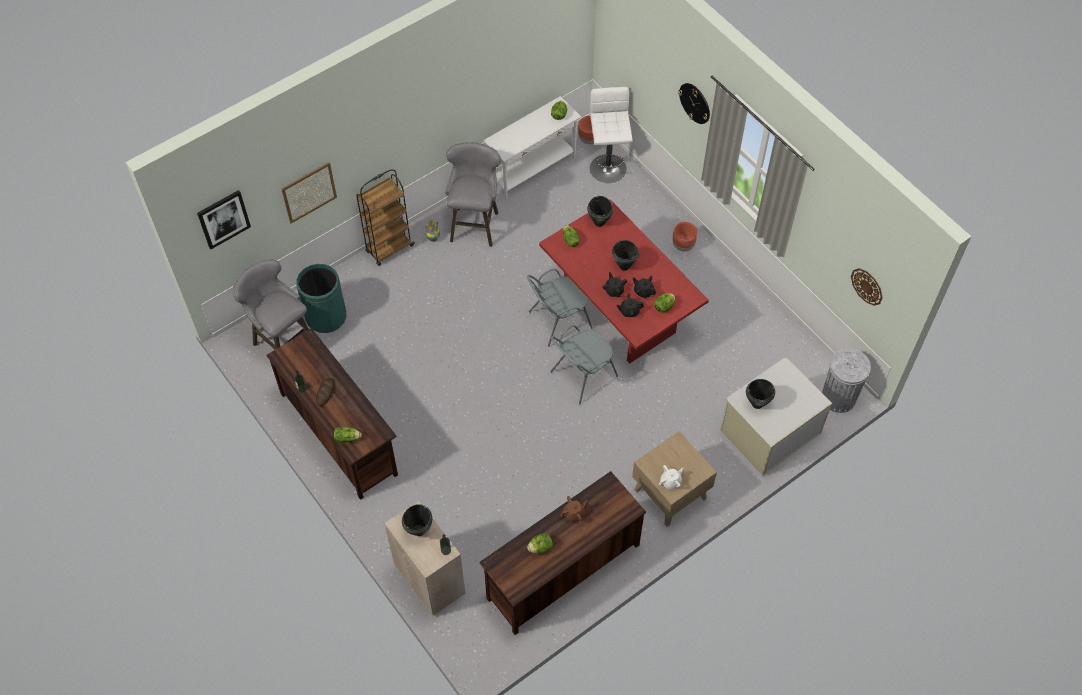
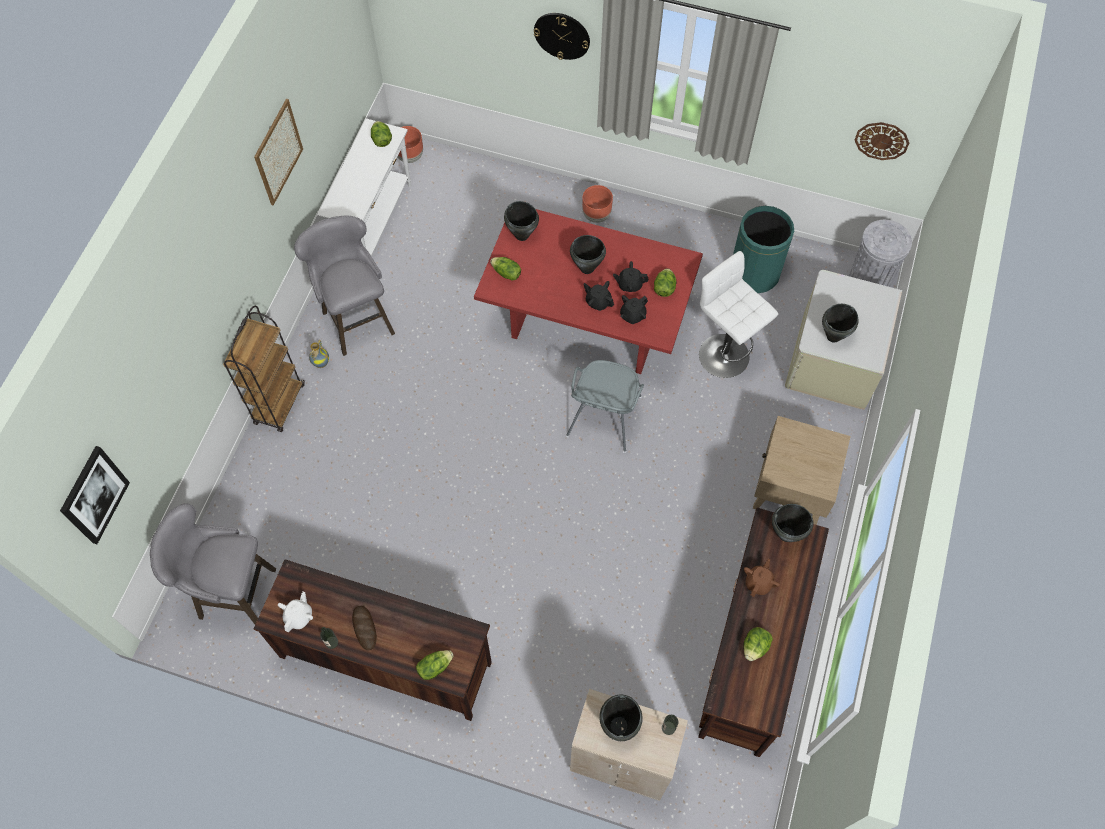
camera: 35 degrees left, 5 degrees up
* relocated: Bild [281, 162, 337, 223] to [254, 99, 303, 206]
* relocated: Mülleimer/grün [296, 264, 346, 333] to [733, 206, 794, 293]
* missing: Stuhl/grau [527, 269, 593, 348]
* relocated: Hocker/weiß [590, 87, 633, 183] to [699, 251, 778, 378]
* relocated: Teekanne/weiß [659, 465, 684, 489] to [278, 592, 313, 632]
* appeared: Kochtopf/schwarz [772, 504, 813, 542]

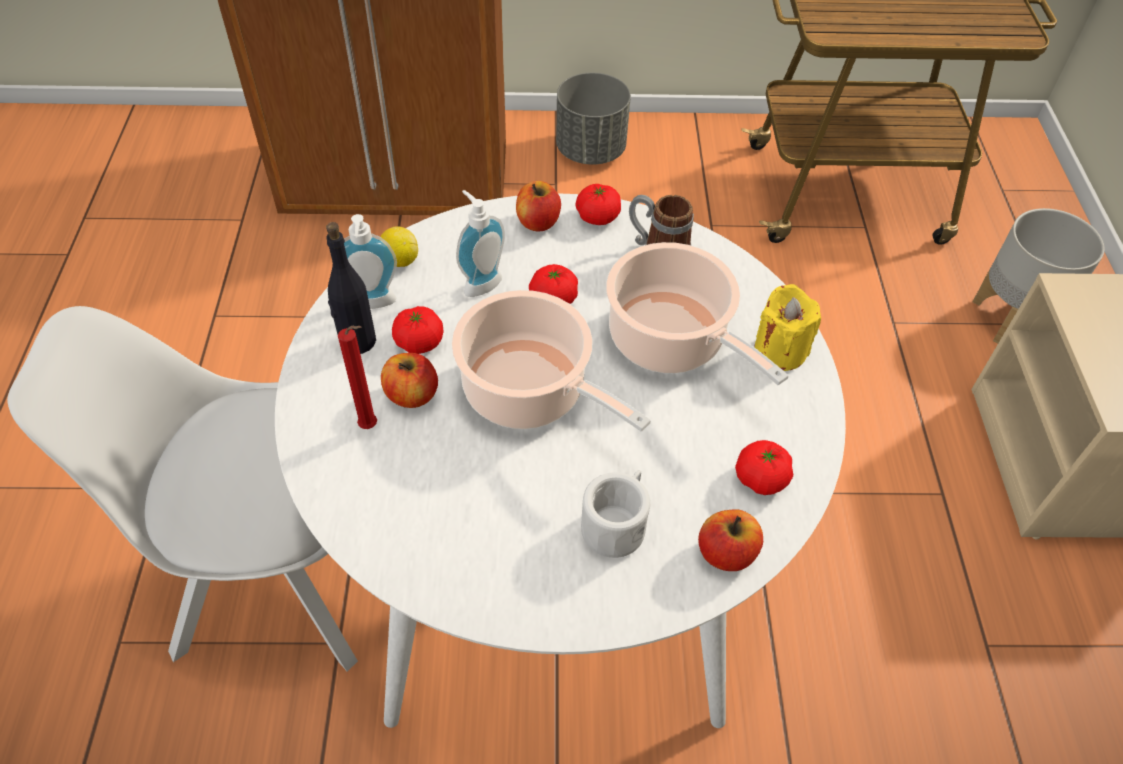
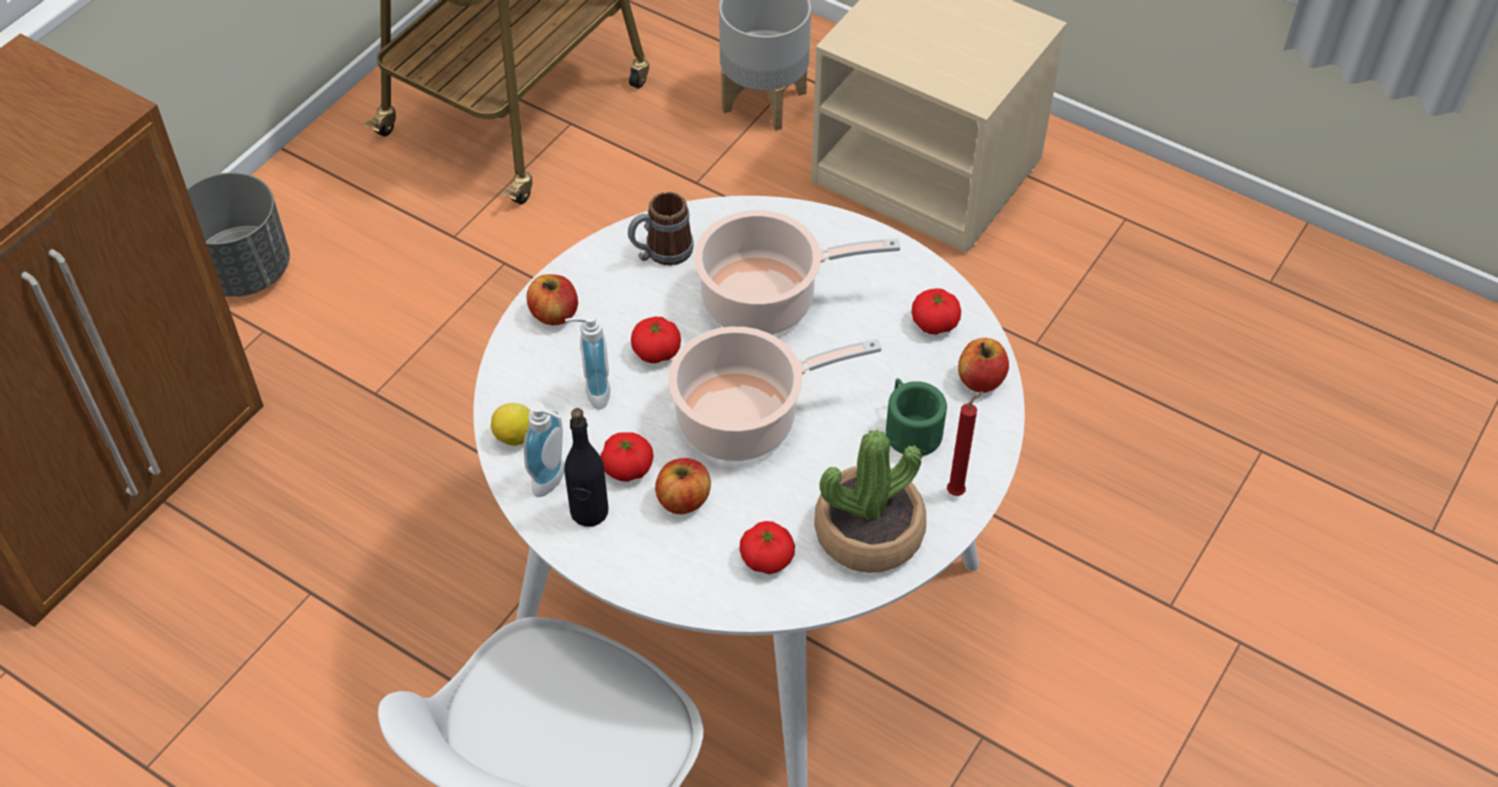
camera: 55 degrees left, 0 degrees up
* relocated: Kerze/rot [338, 326, 377, 429] to [947, 391, 983, 496]
* relocated: Tomate [576, 184, 621, 225] to [739, 521, 795, 574]
* colour: Henkelbecher/weiß [581, 470, 650, 558] to Henkelbecher/grün [886, 379, 947, 456]
* missing: Kerze/gelb [755, 284, 821, 371]
* appeared: Topfpflanze [814, 430, 926, 573]

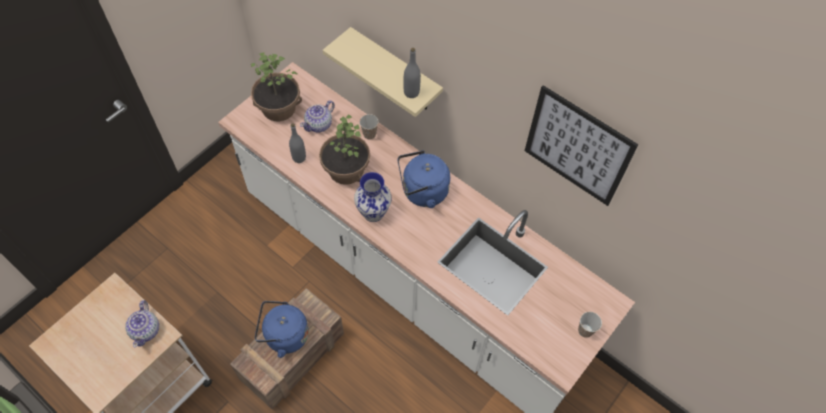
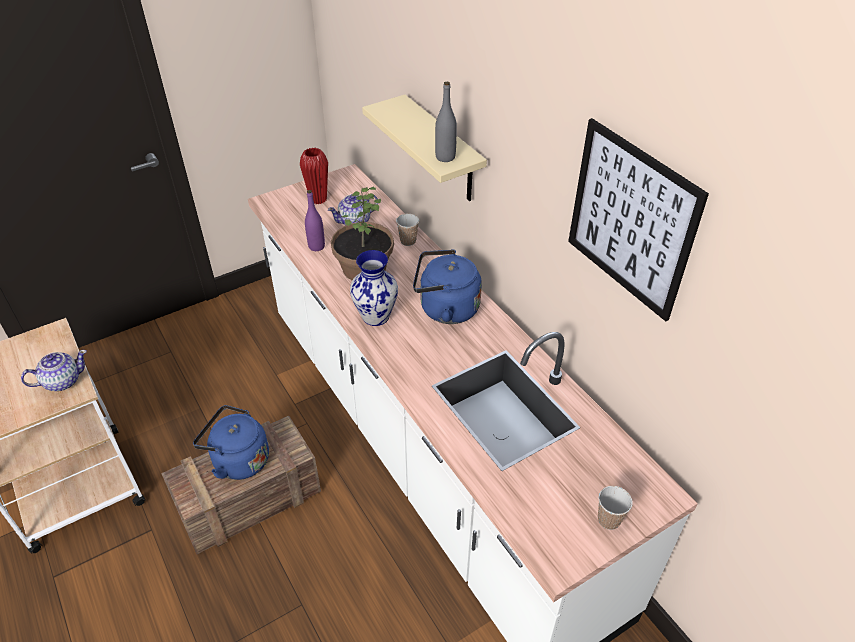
camera: 20 degrees right, 15 degrees down
* spun: Teekanne [125, 300, 159, 347] = [21, 350, 87, 391] 135 degrees counterclockwise
* exchanged: Topfpflanze [251, 53, 302, 122] to Vase/rot [300, 148, 328, 205]
* colour: Flasche/grau [289, 123, 306, 163] to Flasche/lila [305, 190, 325, 251]

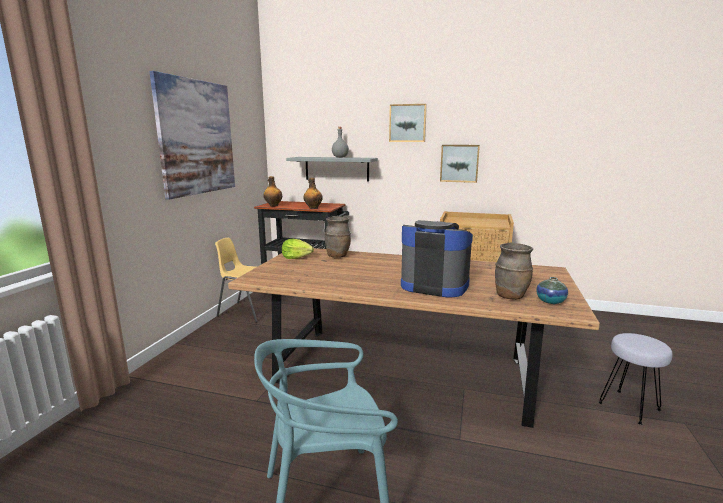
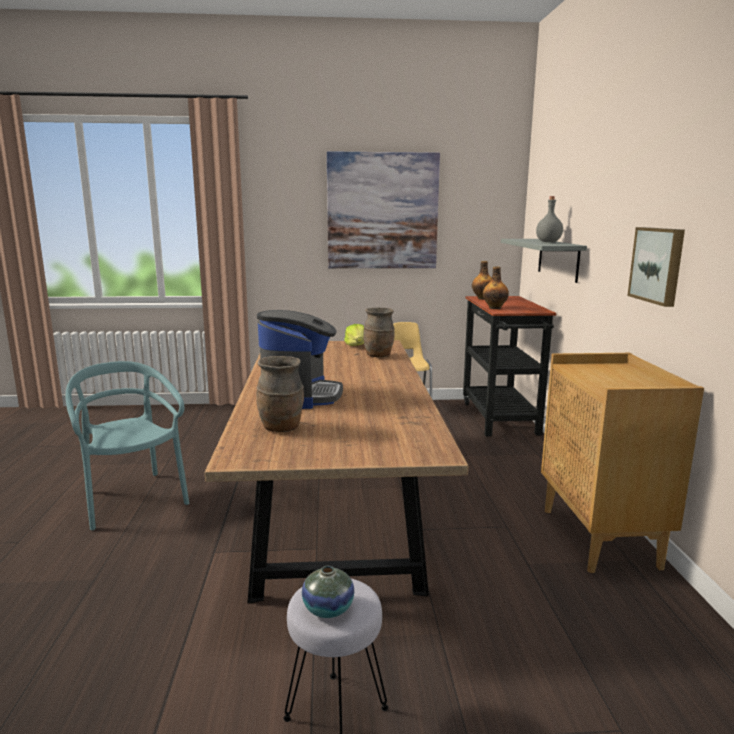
camera: 70 degrees right, 0 degrees up
* missing: Bild [389, 104, 427, 142]
* relocated: Vase [536, 277, 568, 304] to [302, 566, 354, 618]

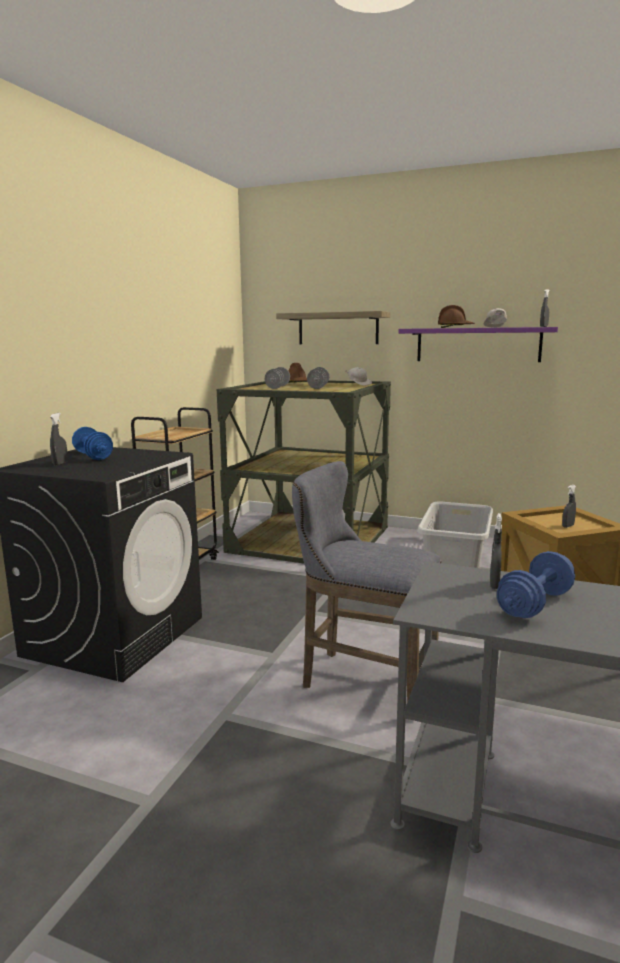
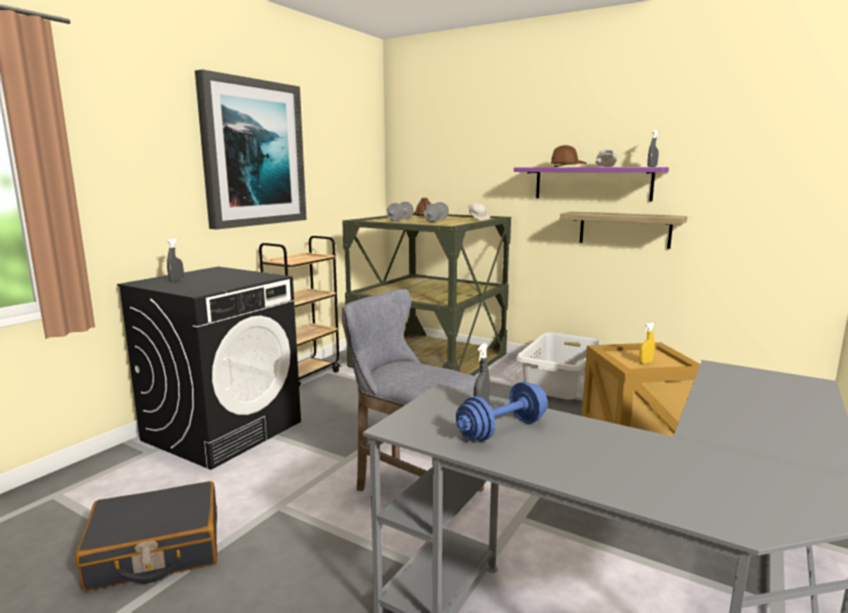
camera: 10 degrees right, 0 degrees up
* missing: Hantel/blau [72, 427, 113, 460]
* relocated: Wandregal [276, 311, 390, 344] to [560, 212, 687, 249]
* colour: Sprühflasche/grau [562, 485, 576, 528] to Sprühflasche/gelb [639, 322, 655, 364]
* appeared: Koffer/schwarz [75, 481, 217, 591]
* appeared: Bild [195, 69, 307, 230]

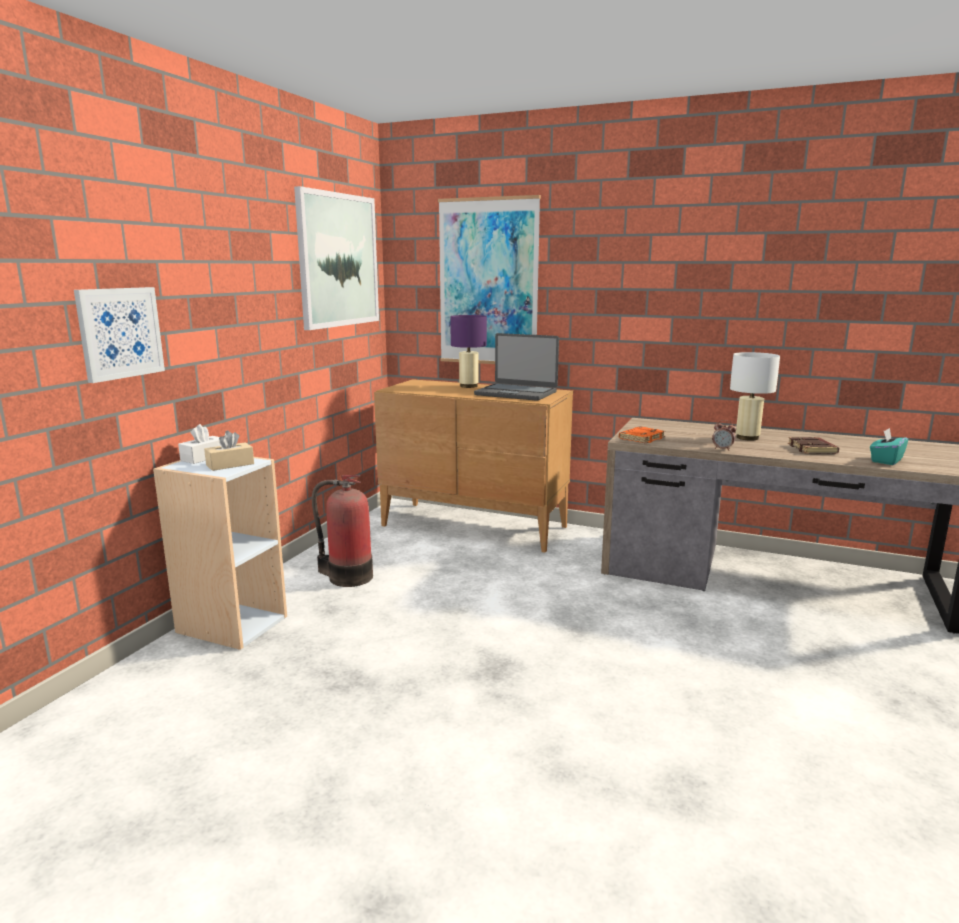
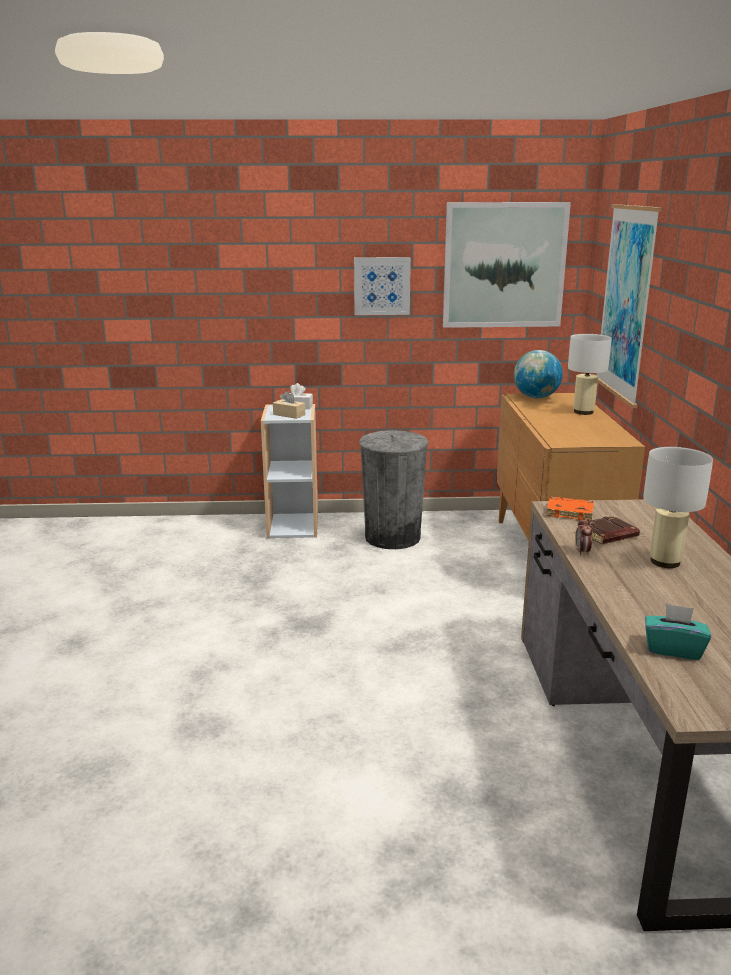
camera: 65 degrees right, 5 degrees up
* relocated: Bild [74, 287, 165, 383] to [354, 257, 411, 315]
* exchanged: Feuerlöscher [312, 475, 373, 587] to Mülleimer/grau [359, 430, 429, 549]
* colour: Tischlampe/lila [451, 315, 487, 388] to Tischlampe/weiß [568, 334, 611, 415]
* missing: Laptop [474, 333, 559, 401]
* relocated: Buch/braun [788, 437, 839, 454] to [577, 516, 640, 544]
* appeared: Globus [514, 350, 563, 398]

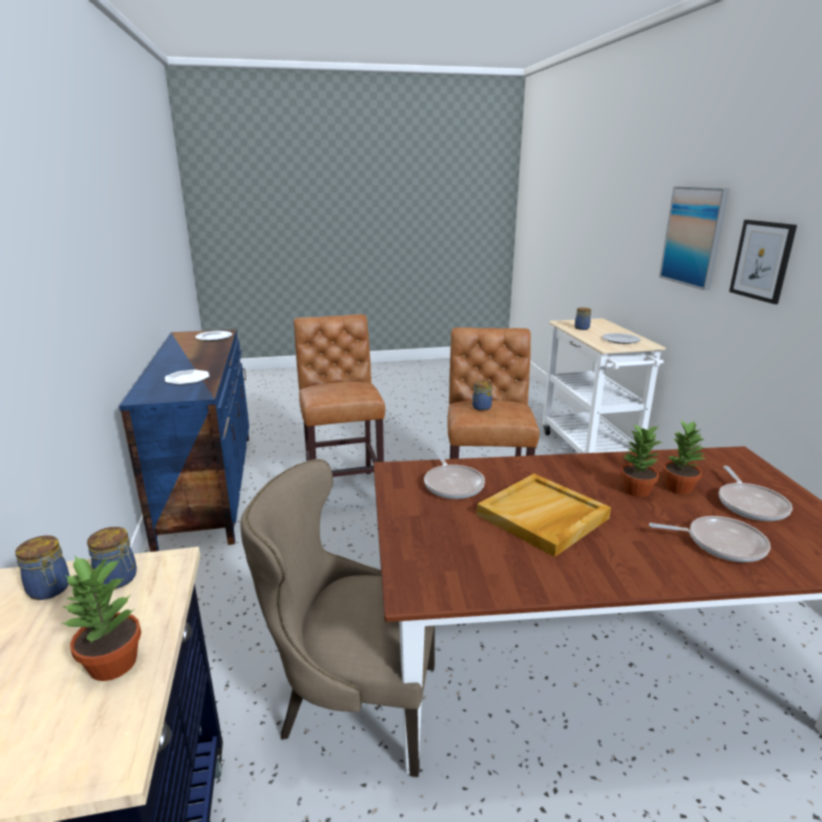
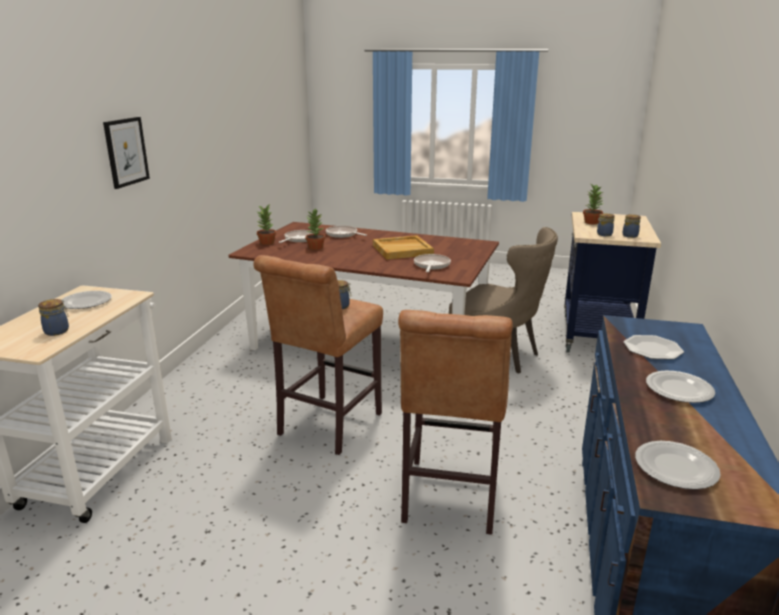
camera: 155 degrees left, 0 degrees up
* relocated: Topfpflanze [620, 423, 663, 497] to [257, 205, 276, 245]
* missing: Bild [659, 187, 730, 290]
* appeared: Teller [646, 370, 715, 403]

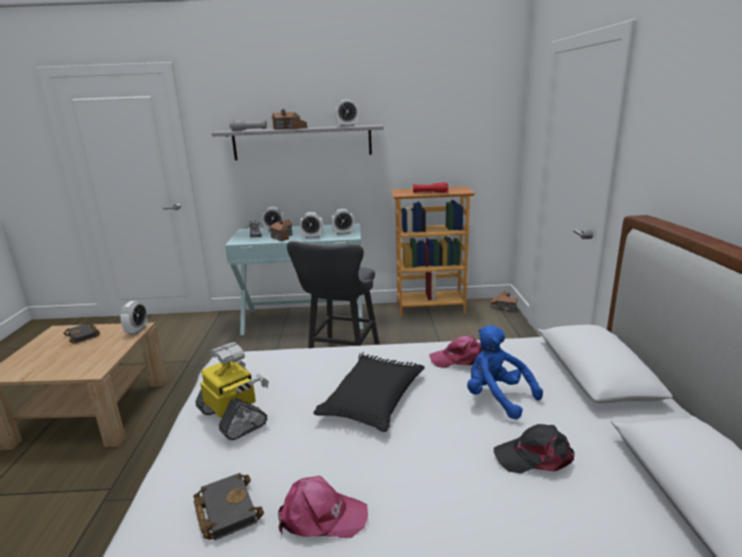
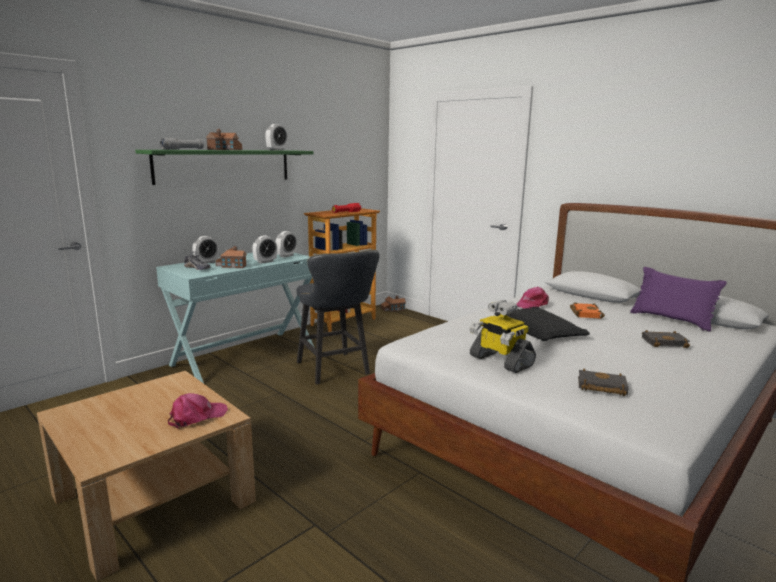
camera: 45 degrees left, 5 degrees down
* relocated: Buch/schwarz [63, 323, 100, 344] to [642, 330, 690, 348]
* missing: Wecker [120, 301, 147, 335]
* spun: Spielzeugroboter [195, 342, 269, 440] = [470, 300, 536, 373] 135 degrees counterclockwise
* colour: Wandregal/grau [211, 124, 384, 160] to Wandregal/grün [135, 150, 314, 185]
* relocated: Kappe/rosa [278, 476, 368, 538] to [168, 393, 228, 429]
* exchanged: Plüschtier/blau [467, 325, 543, 420] to Buch/orange [570, 302, 605, 319]
* missing: Kappe/schwarz [494, 424, 574, 474]
* appeared: Kissen/lila [630, 267, 727, 332]

